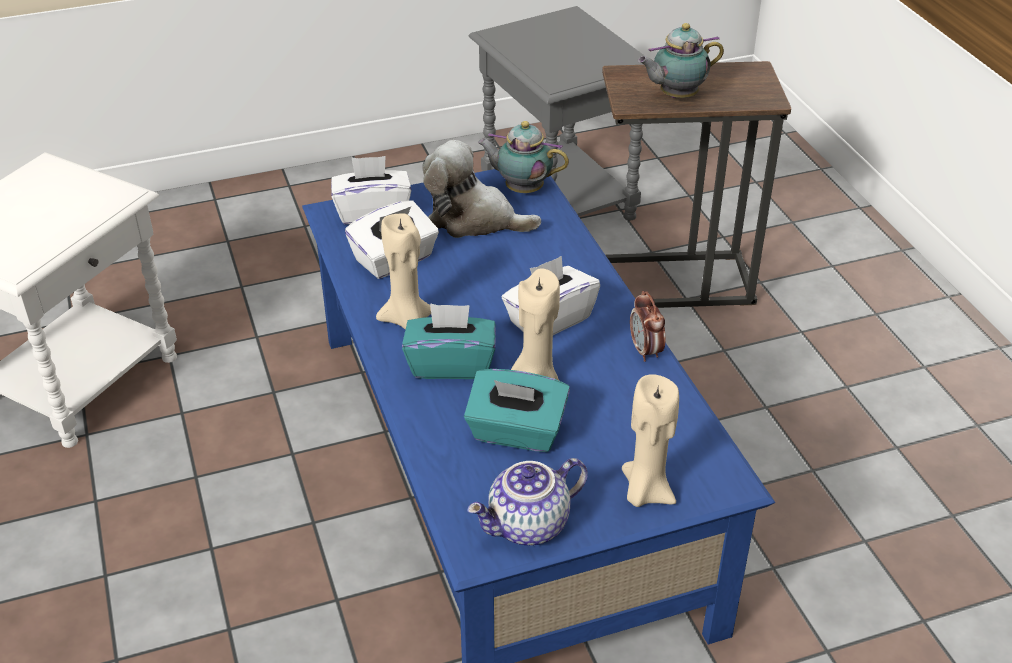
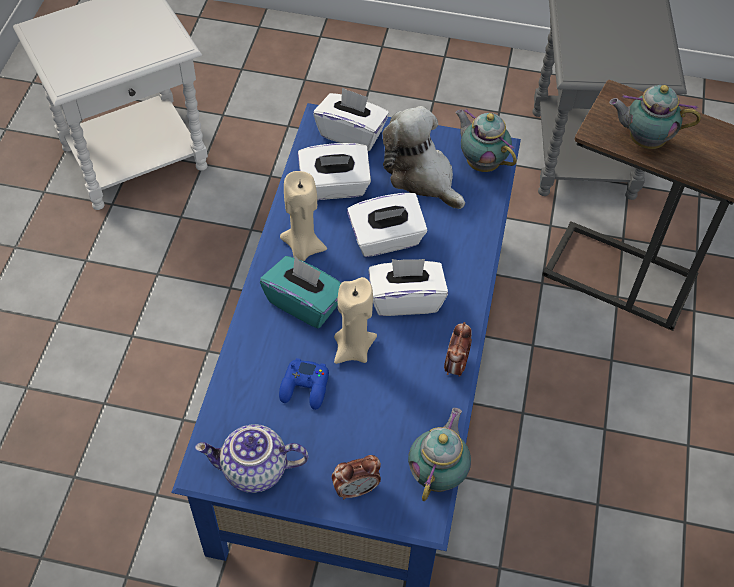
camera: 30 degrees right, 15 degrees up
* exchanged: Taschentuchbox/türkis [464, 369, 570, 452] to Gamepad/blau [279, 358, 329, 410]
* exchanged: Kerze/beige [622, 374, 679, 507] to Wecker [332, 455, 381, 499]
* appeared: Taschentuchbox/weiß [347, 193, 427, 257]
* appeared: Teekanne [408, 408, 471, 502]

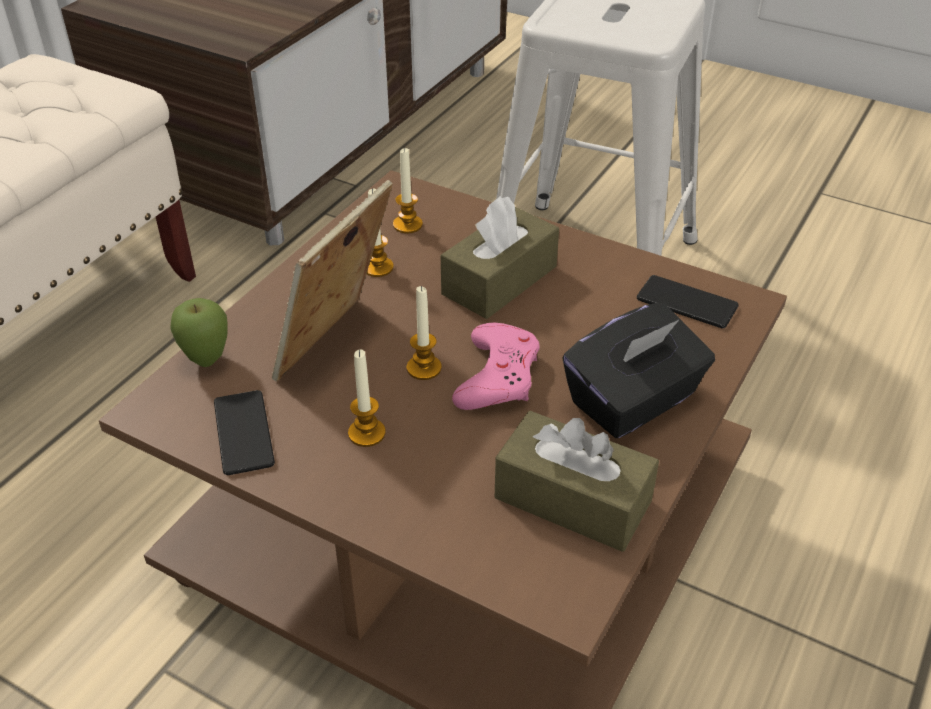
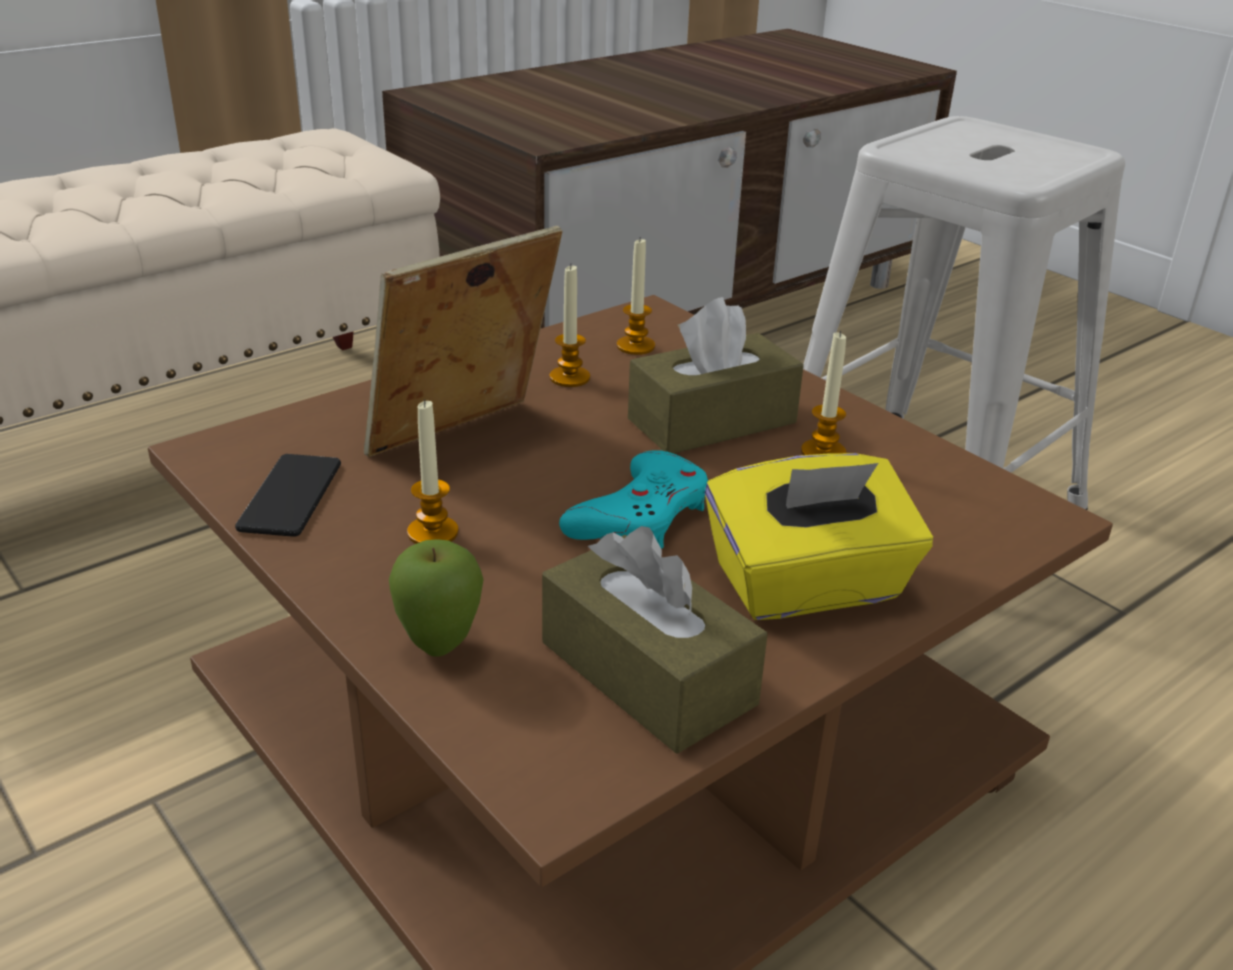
camera: 20 degrees right, 10 degrees down
* relocated: Apfel [171, 298, 227, 367] to [389, 539, 484, 657]
* relocated: Kerze [407, 286, 442, 380] to [801, 330, 847, 455]
* colour: Gamepad/rosa [452, 323, 540, 410] to Gamepad/türkis [559, 450, 708, 549]
* colour: Taschentuchbox/schwarz [562, 303, 715, 438] to Taschentuchbox/gelb [705, 453, 933, 620]
* missing: Handy [637, 275, 739, 328]

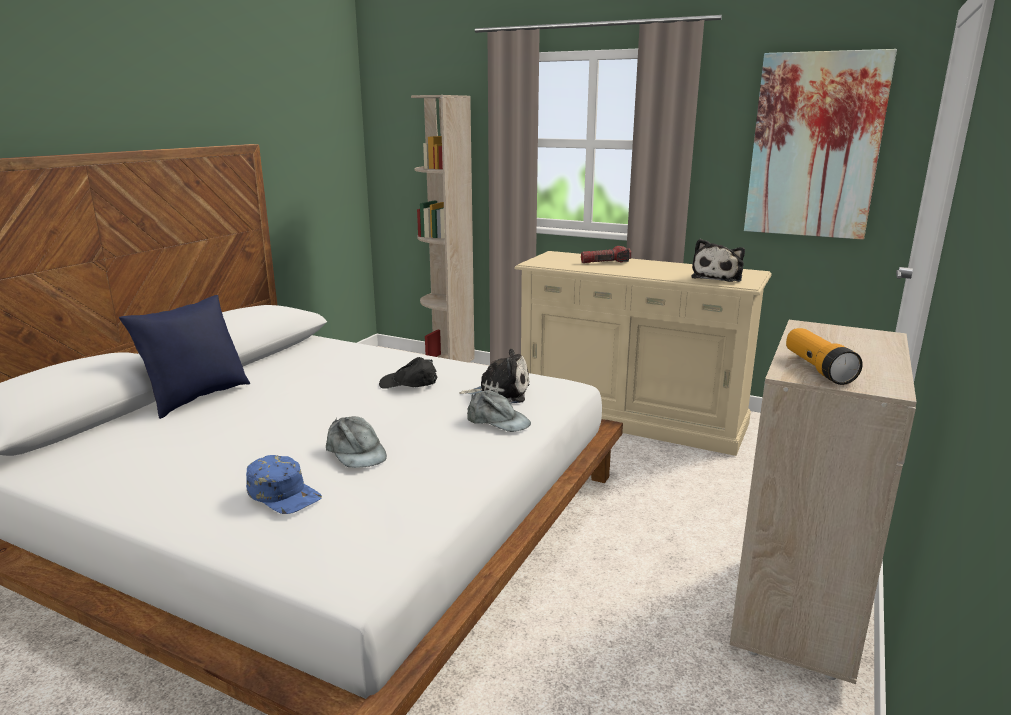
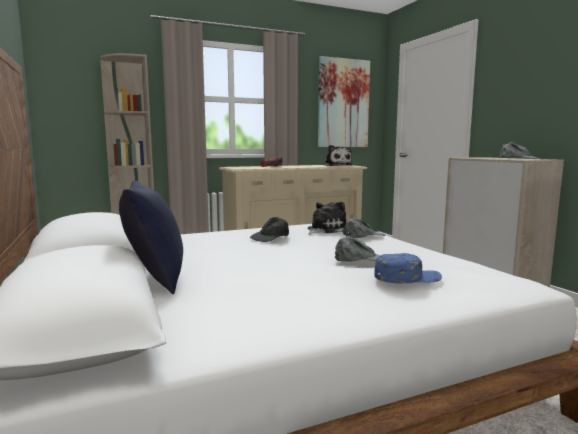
camera: 50 degrees left, 10 degrees down
* exchanged: Taschenlampe [786, 328, 863, 385] to Kappe/grau [499, 142, 542, 160]

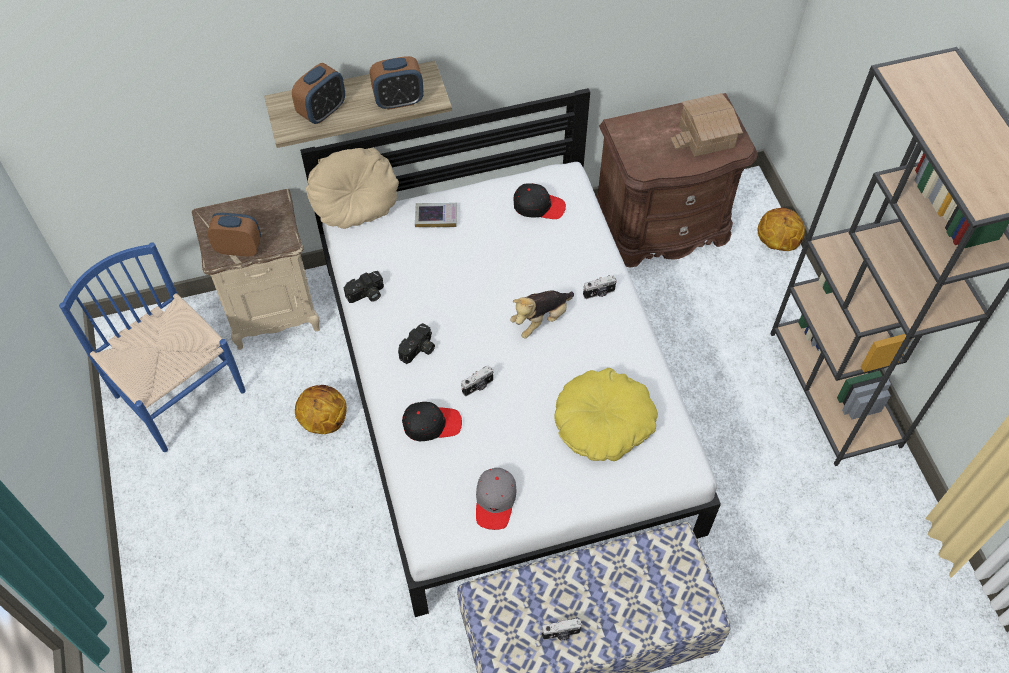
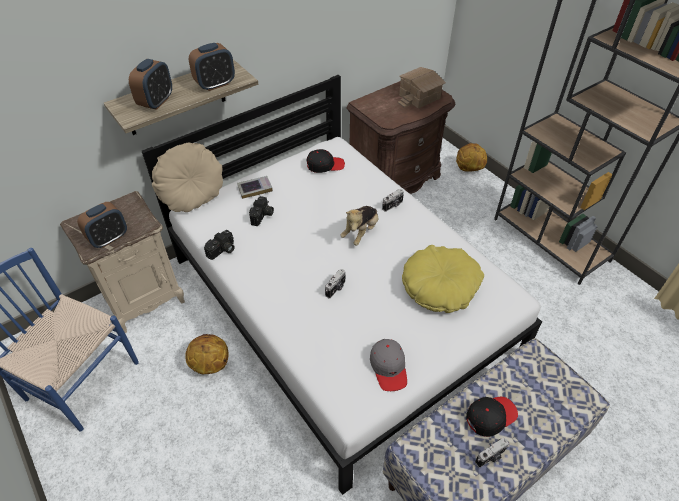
camera: 20 degrees left, 10 degrees down
* spun: Wecker [207, 213, 261, 256] = [77, 202, 127, 248] 150 degrees clockwise
* relocated: Kamera [398, 323, 435, 364] to [249, 196, 274, 226]
* relocated: Kappe/schwarz [402, 402, 462, 441] to [466, 397, 518, 437]

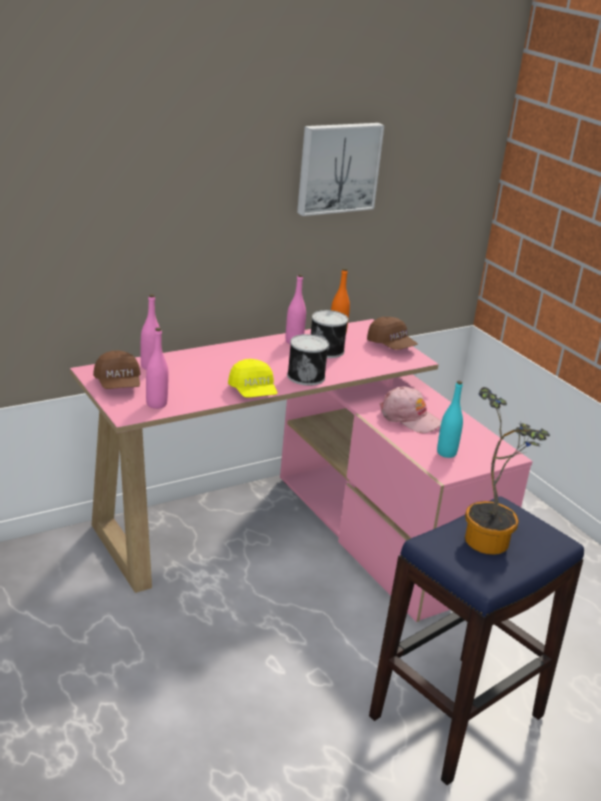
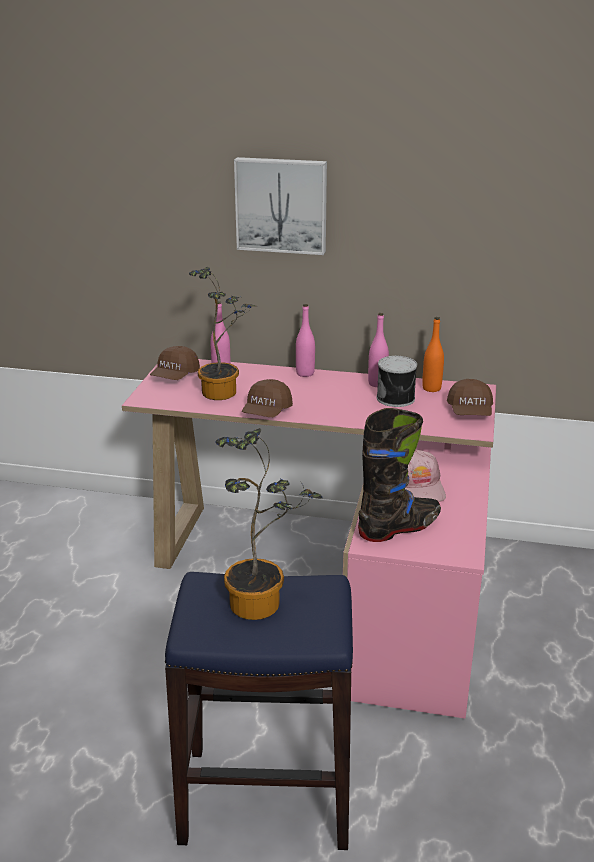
camera: 45 degrees right, 0 degrees up
* relocated: Flasche/rosa [146, 328, 169, 409] to [296, 304, 315, 377]
* colour: Kappe/gelb [228, 359, 278, 398] to Kappe/braun [242, 379, 293, 417]
* missing: Dose [287, 334, 329, 386]
* relocated: Bild [297, 123, 384, 216] to [234, 157, 327, 255]
* exchanged: Flasche/türkis [437, 381, 463, 458] to Stiefel/schwarz [358, 408, 441, 542]
* appeared: Topfpflanze [189, 267, 257, 400]

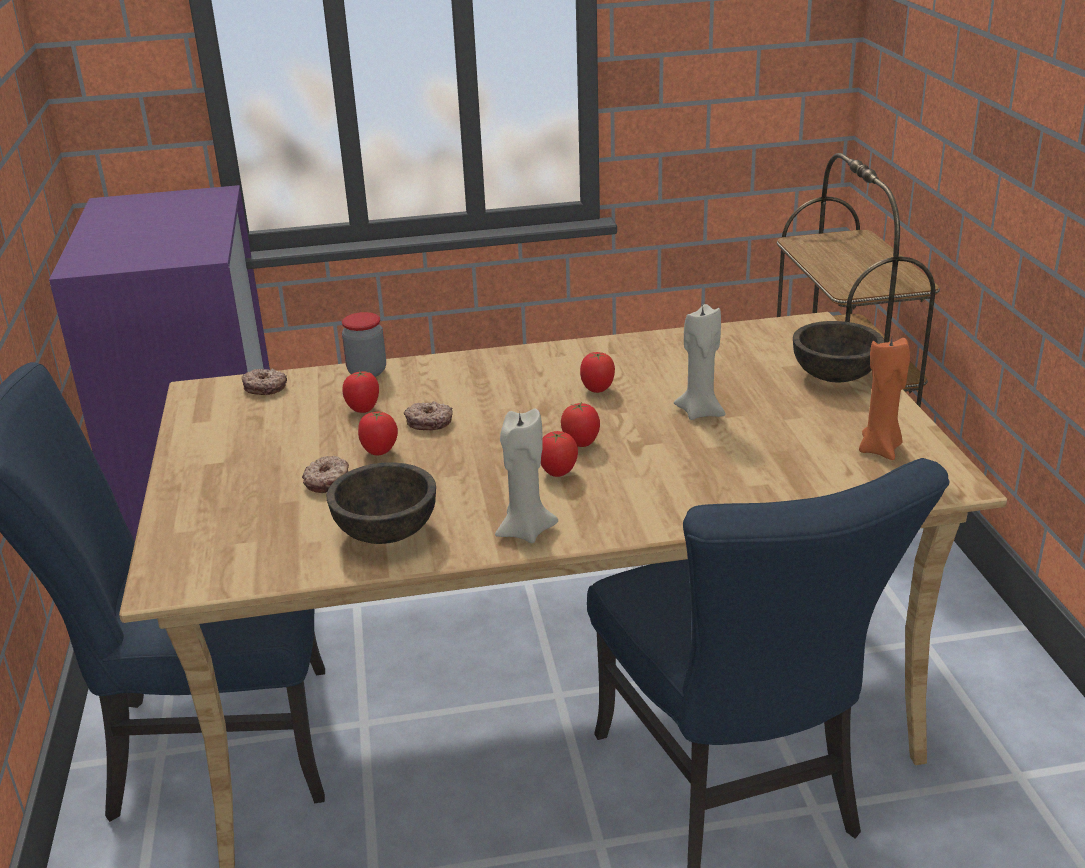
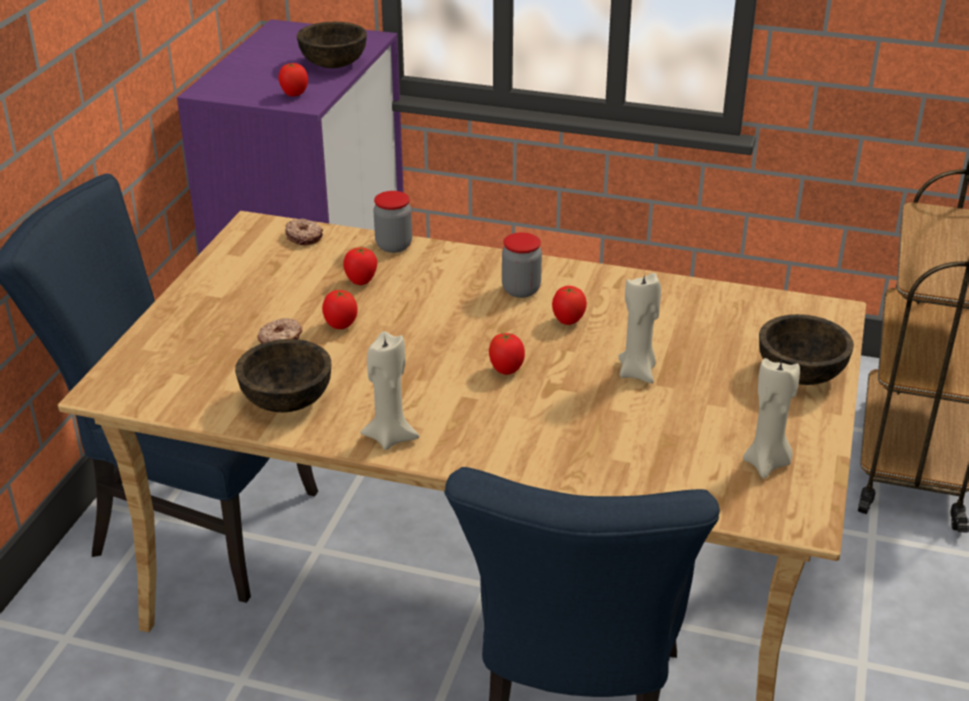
camera: 25 degrees right, 5 degrees up
* missing: Donut [404, 401, 453, 430]
* relocated: Tomate [541, 431, 578, 477] to [278, 63, 308, 97]
* colour: Kerze/orange [859, 338, 910, 460] to Kerze/beige [743, 358, 800, 478]
* appeared: Schüssel/braun [297, 22, 367, 68]
* appeared: Vorratsglas [502, 232, 542, 298]

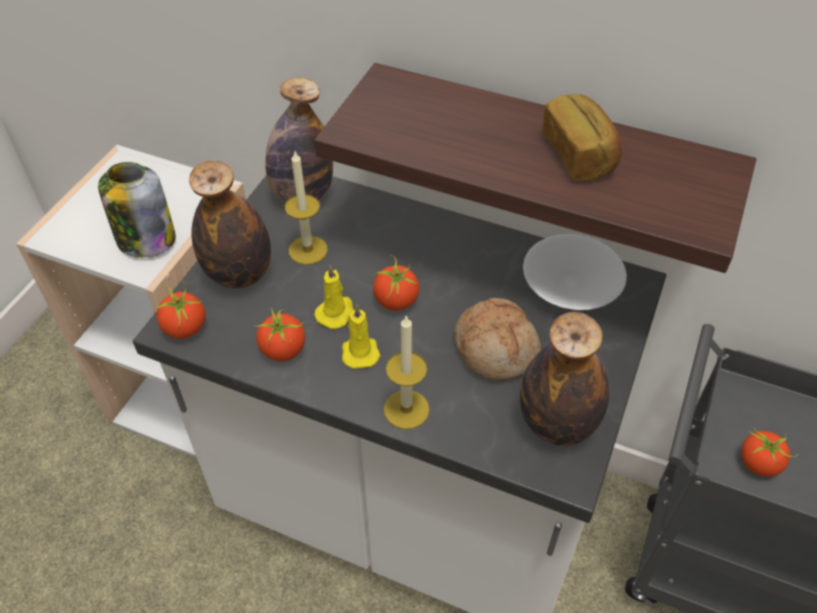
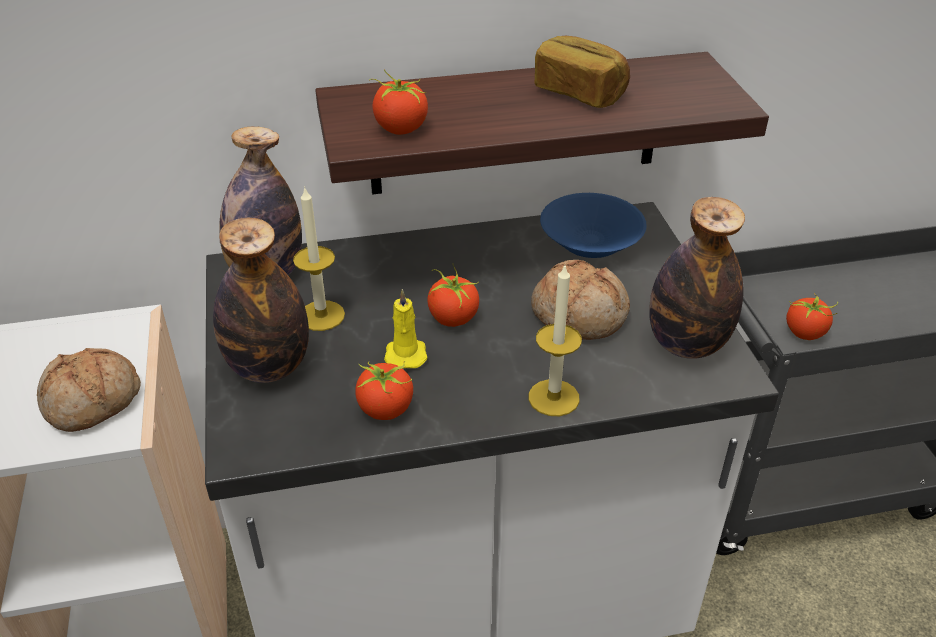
camera: 35 degrees left, 10 degrees down
* exchanged: Vorratsglas [98, 162, 176, 258] to Brot [37, 348, 141, 432]
* relocated: Tomate [154, 282, 206, 339] to [369, 69, 428, 135]
* missing: Kerze/gelb [342, 305, 380, 369]
* colour: Schüssel/weiß [523, 234, 627, 310] to Schüssel/blau [540, 193, 646, 258]

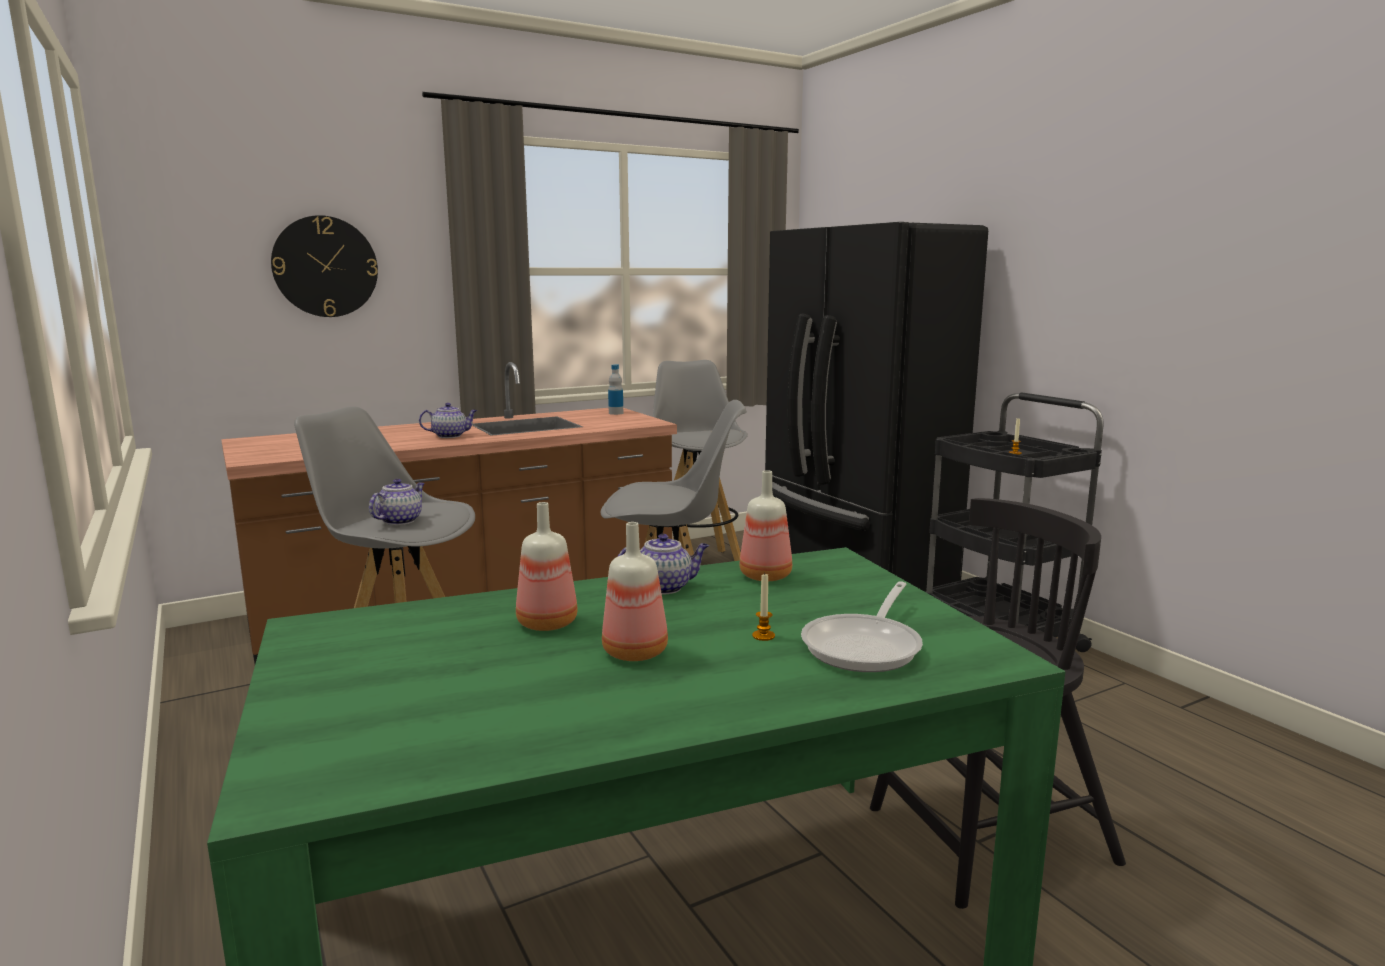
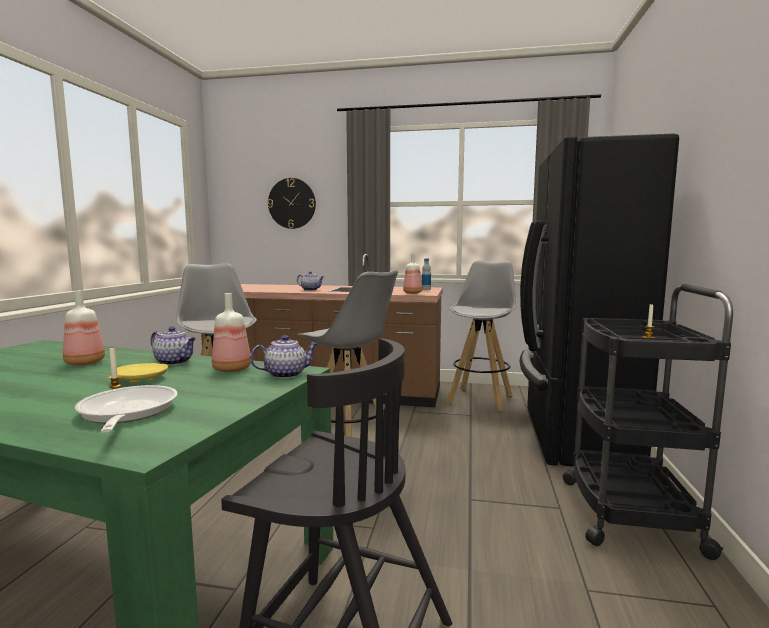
camera: 40 degrees right, 5 degrees down
* relocated: Teekanne [369, 479, 425, 525] to [250, 335, 318, 378]
* relocated: Flasche [602, 522, 668, 661] to [403, 254, 422, 294]
* spun: Pfanne [801, 581, 923, 672] = [75, 385, 177, 433] 90 degrees clockwise
* appeared: Teller/gelb [117, 363, 168, 383]

